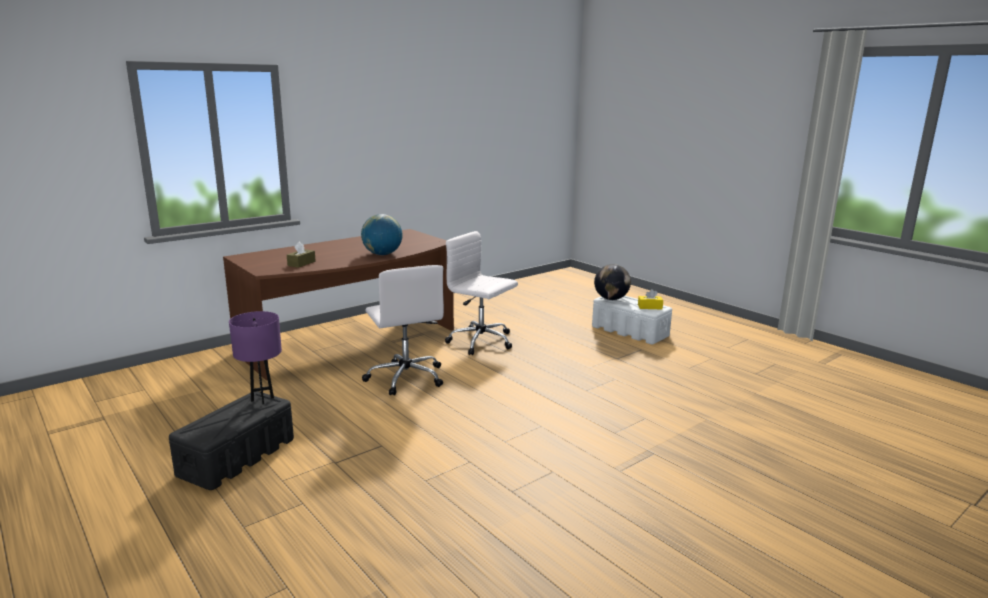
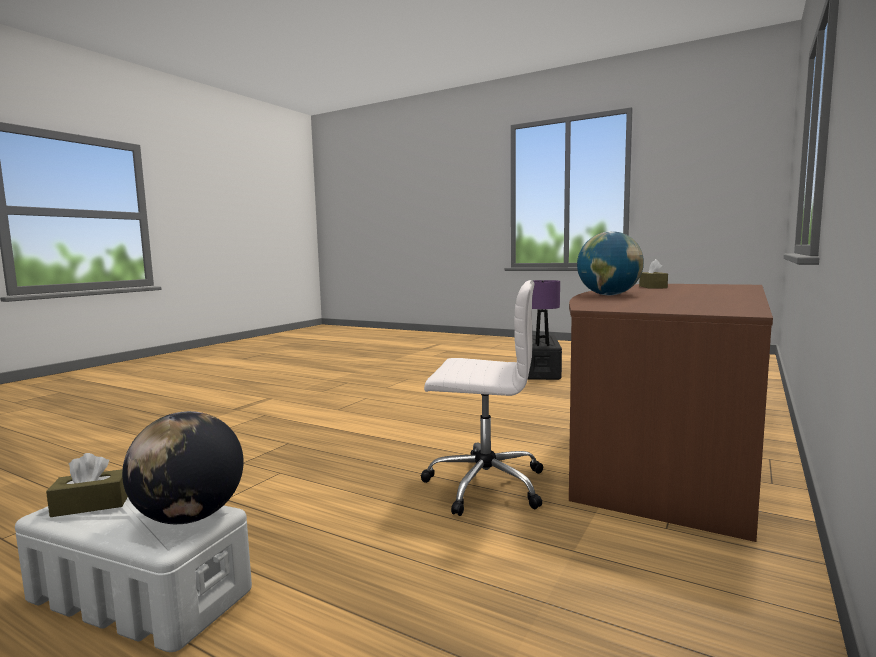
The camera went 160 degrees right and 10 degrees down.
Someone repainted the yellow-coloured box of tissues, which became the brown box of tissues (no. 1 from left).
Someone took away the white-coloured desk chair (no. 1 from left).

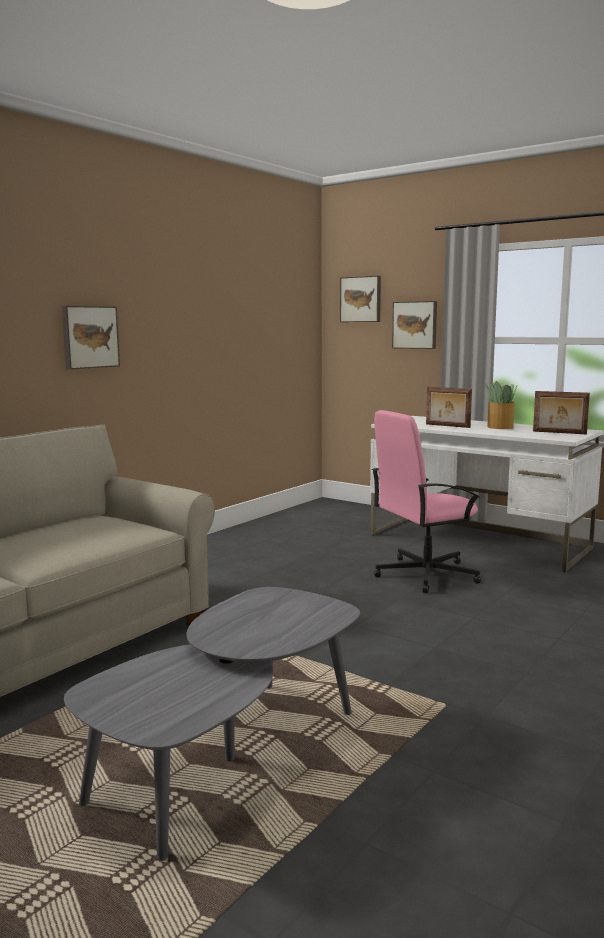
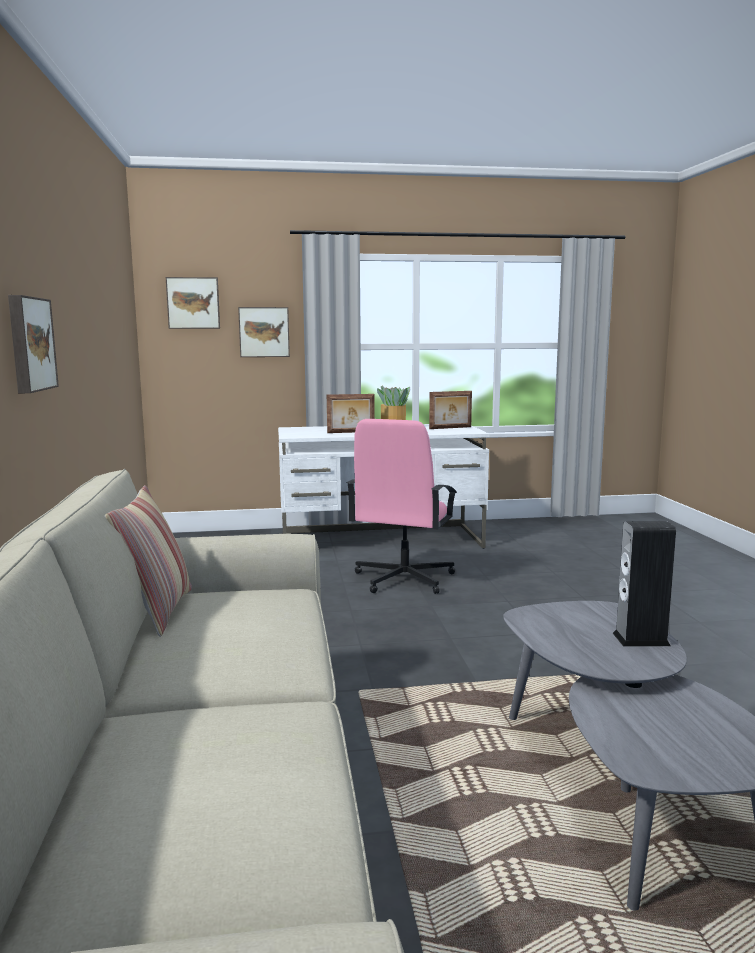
The camera went 45 degrees left and 0 degrees up.
Someone put down the throw pillow.
Someone put down the loudspeaker.

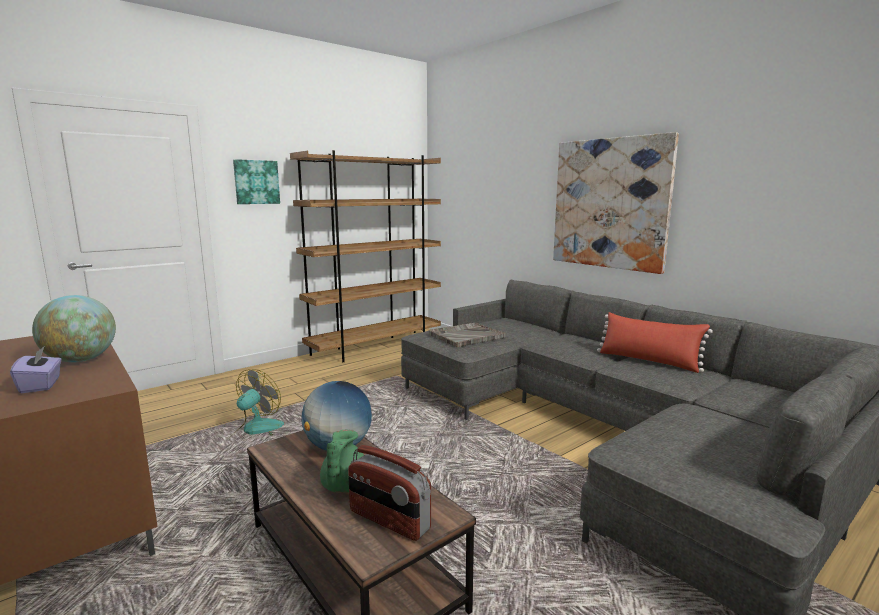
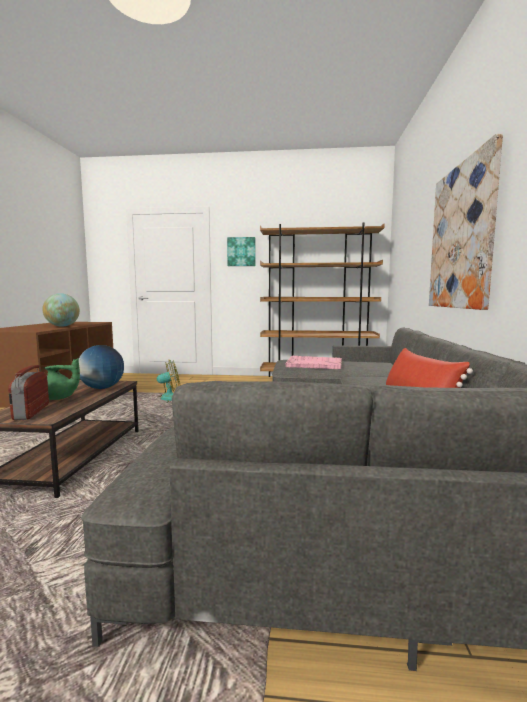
The camera went 45 degrees right and 5 degrees down.
Someone rotated the green-coloured tea pot by 150 degrees counterclockwise.
Someone repainted the greyish tray, which became the pink-coloured tray.
Someone took away the purple-coloured box of tissues.

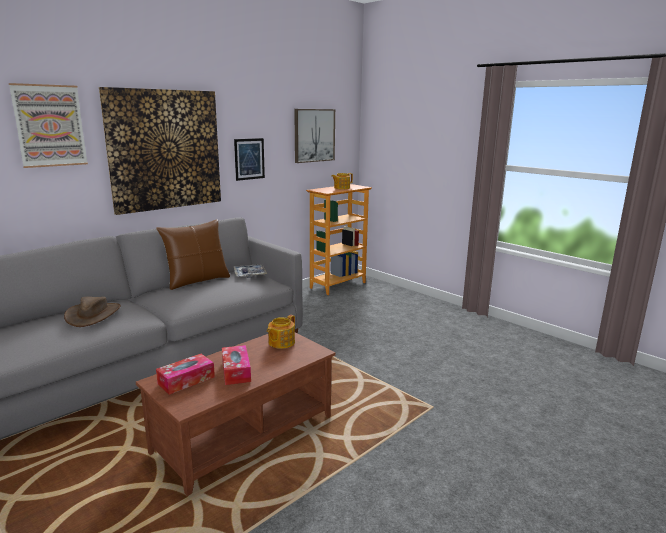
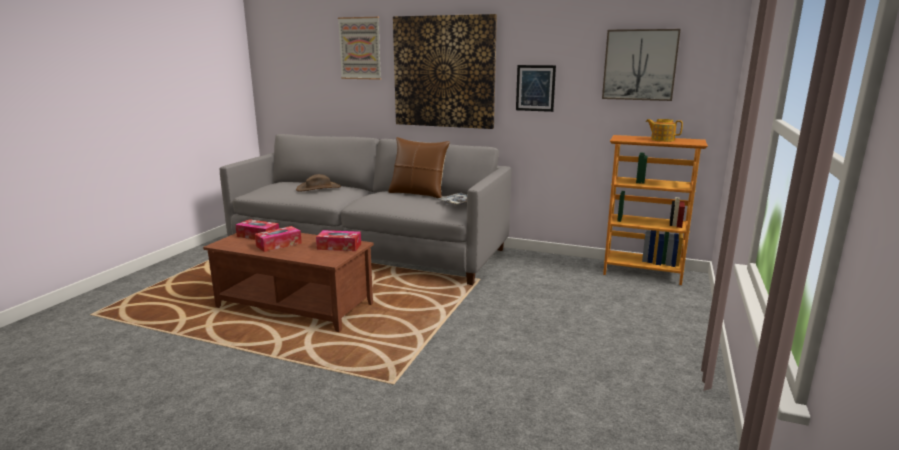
The camera went 65 degrees right and 0 degrees up.
Someone swapped the tea pot (no. 1 from left) for the box of tissues (no. 3 from left).

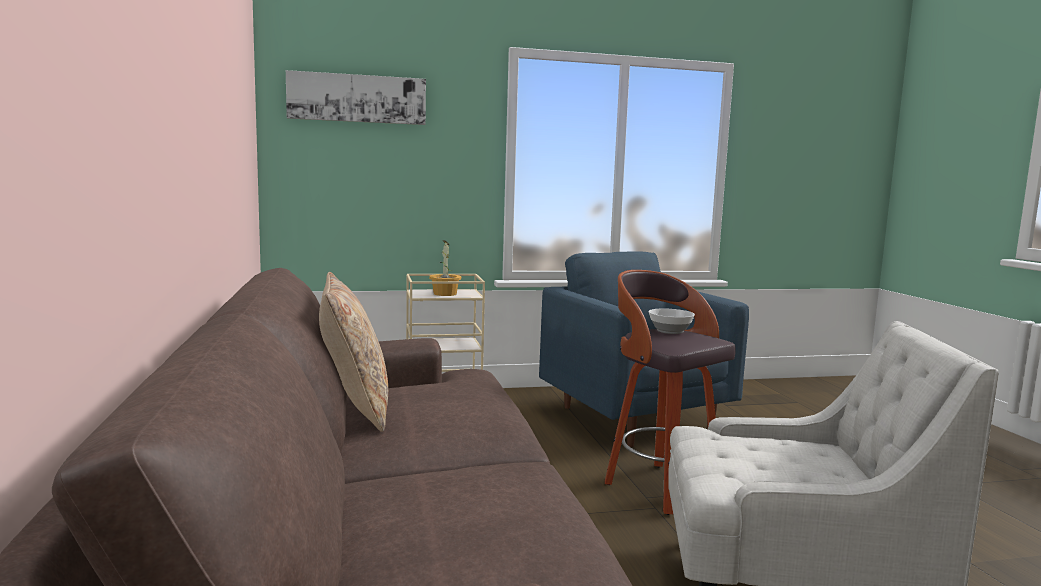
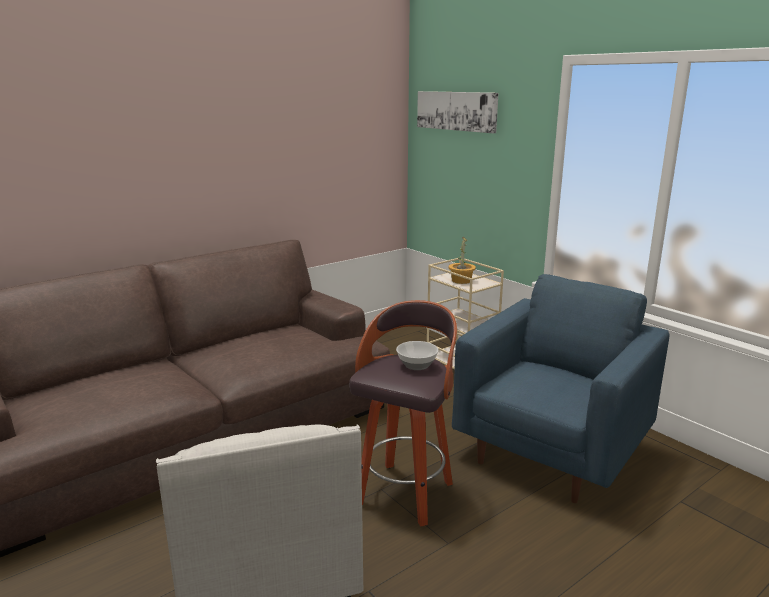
The camera went 65 degrees right and 10 degrees up.
Someone took away the beige throw pillow.

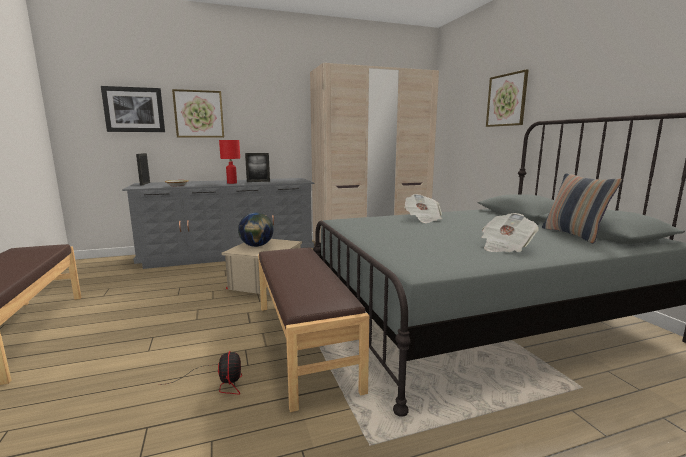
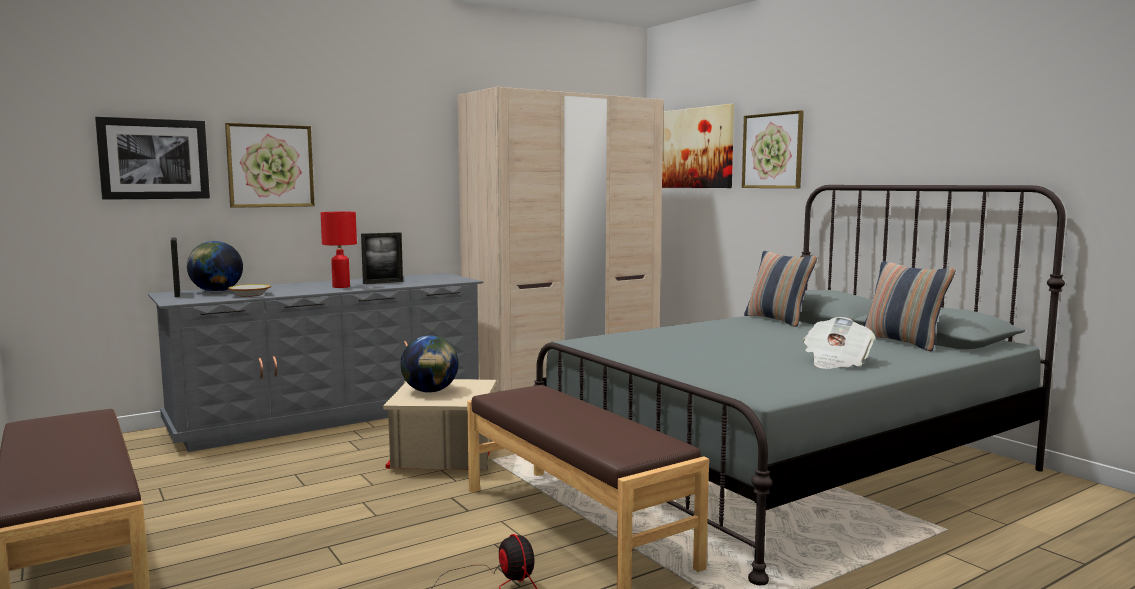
The camera went 15 degrees left and 5 degrees down.
Someone put down the globe (no. 1 from left).
Someone put up the picture (no. 3 from left).
Someone put down the throw pillow (no. 1 from left).
Someone took away the daily paper (no. 1 from left).

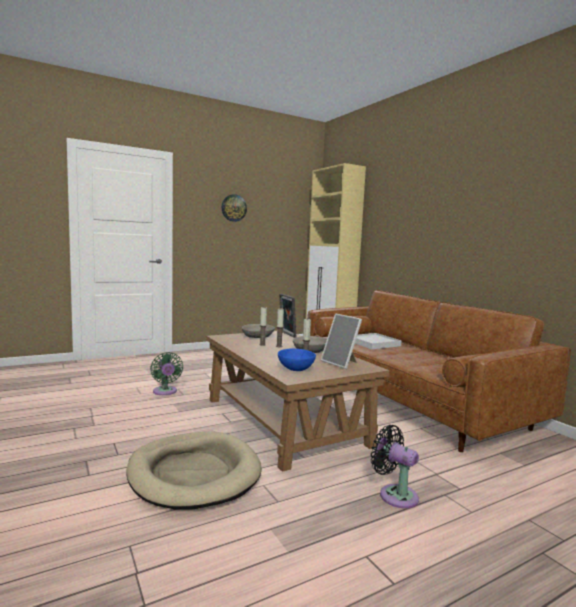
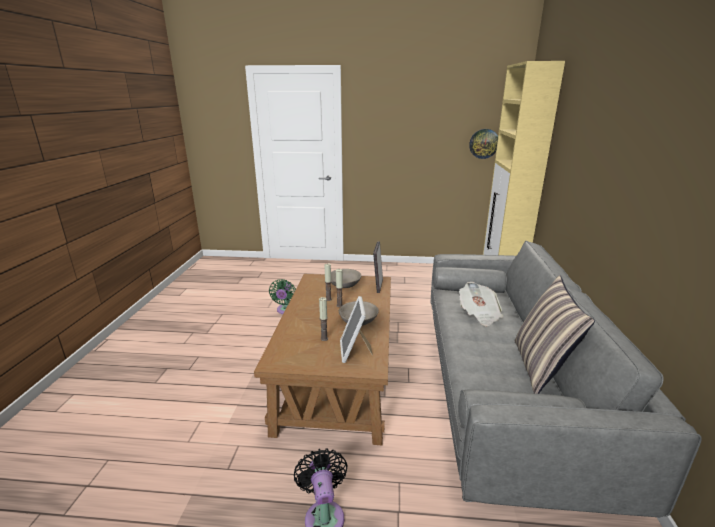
The camera went 35 degrees right and 15 degrees up.
Someone repainted the brown couch, which became the greyish couch.
Someone swapped the white-coloured tray for the daily paper.
Someone carried the clock on the wall.
Someone put down the throw pillow.
Someone took away the beige dog cushion.
Someone took away the blue serving bowl.

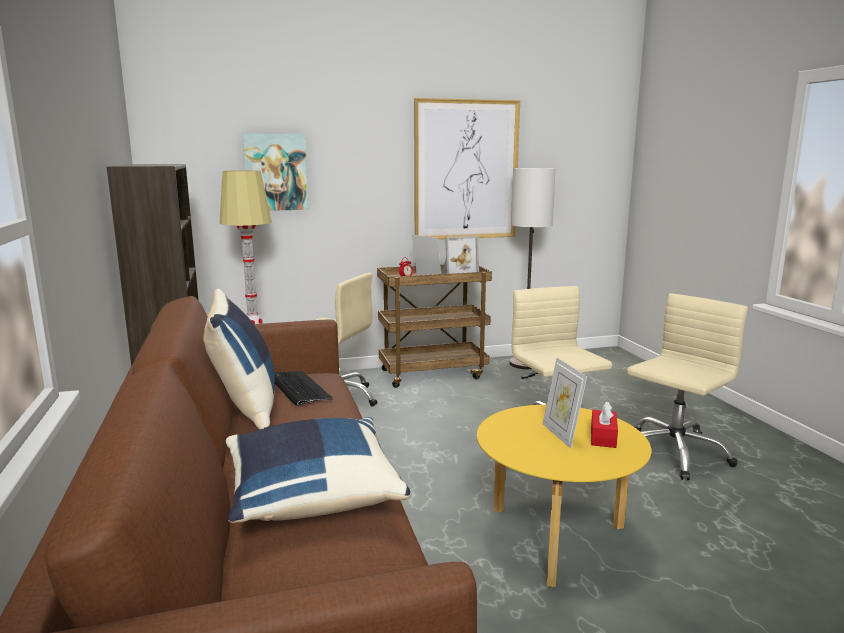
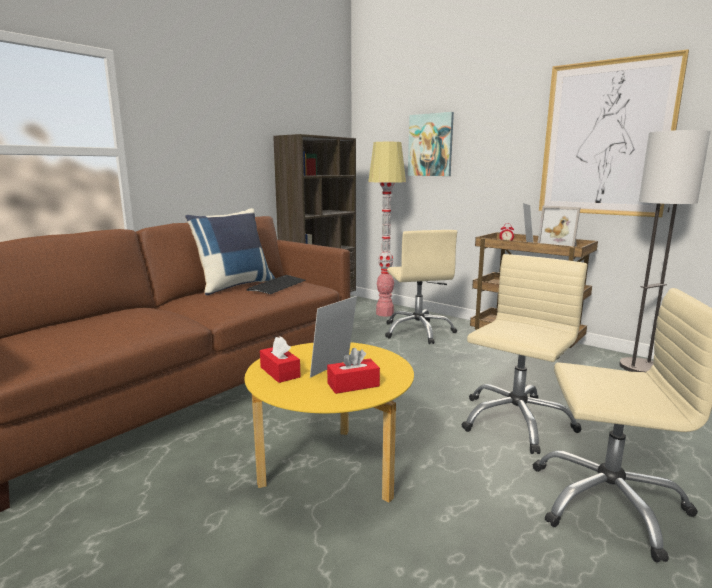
The camera went 55 degrees right and 0 degrees up.
Someone put down the red box of tissues (no. 1 from left).
Someone took away the blue throw pillow (no. 2 from left).

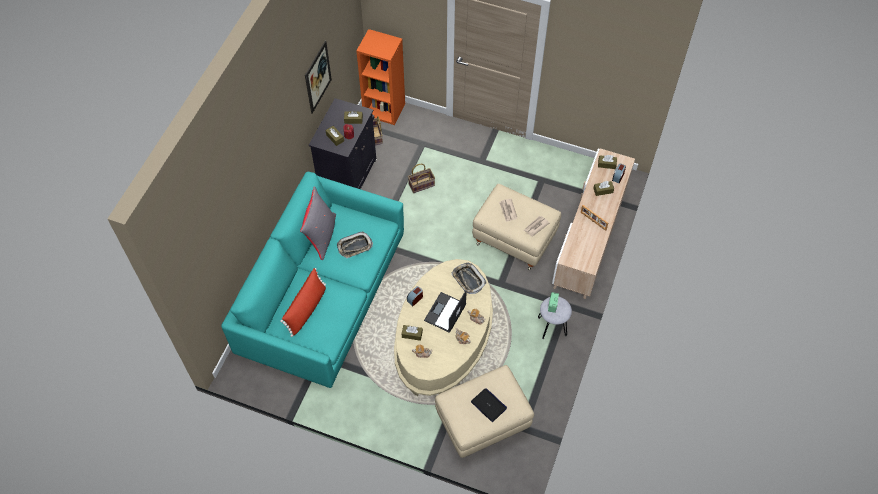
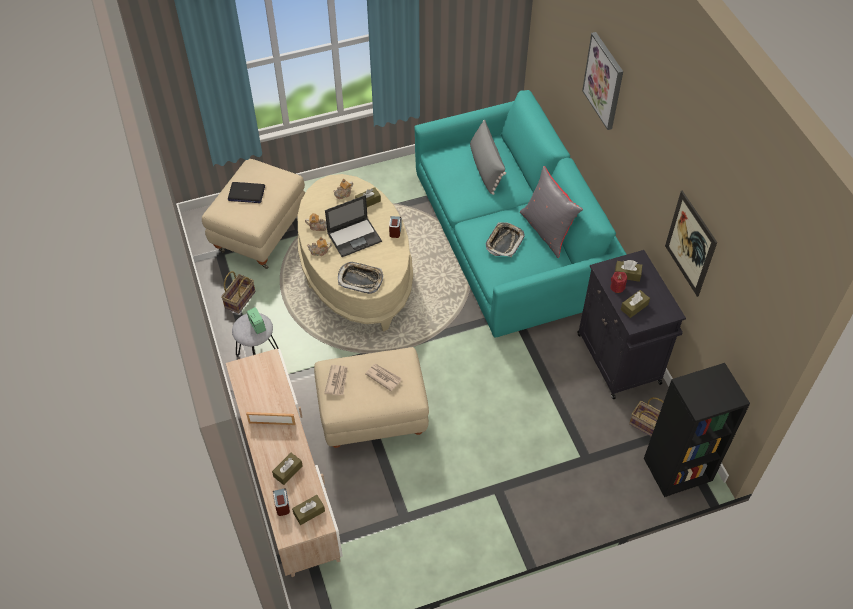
The camera went 140 degrees right and 5 degrees down.
Someone carried the basket (no. 2 from left in the first image).
Someone rotated the notebook computer (no. 1 from left in the first image) by 75 degrees clockwise.
Someone repainted the red throw pillow, which became the greyish throw pillow (no. 1 from left).
Someone put up the picture (no. 1 from left).
Someone repainted the orange-coloured bookcase, which became the blackish bookcase.

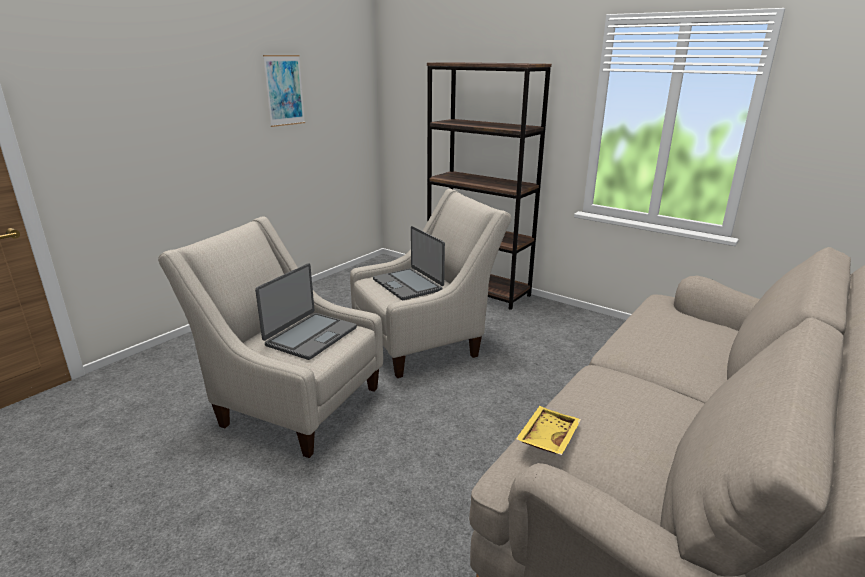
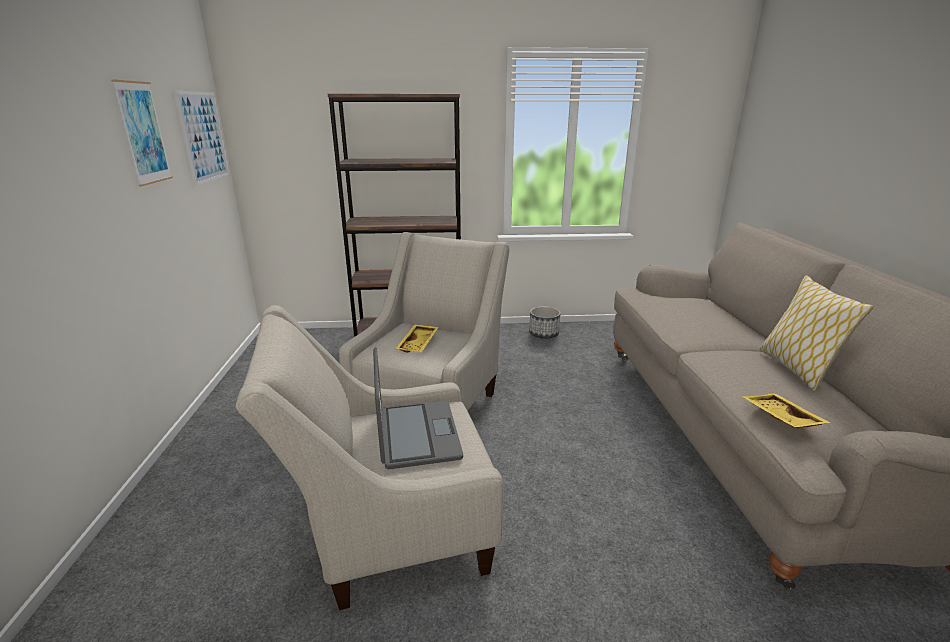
The camera went 40 degrees left and 0 degrees up.
Someone put up the picture (no. 2 from left).
Someone swapped the notebook computer (no. 2 from left) for the yellow-coloured tray (no. 1 from left).
Someone put down the flower pot.
Someone put down the throw pillow.

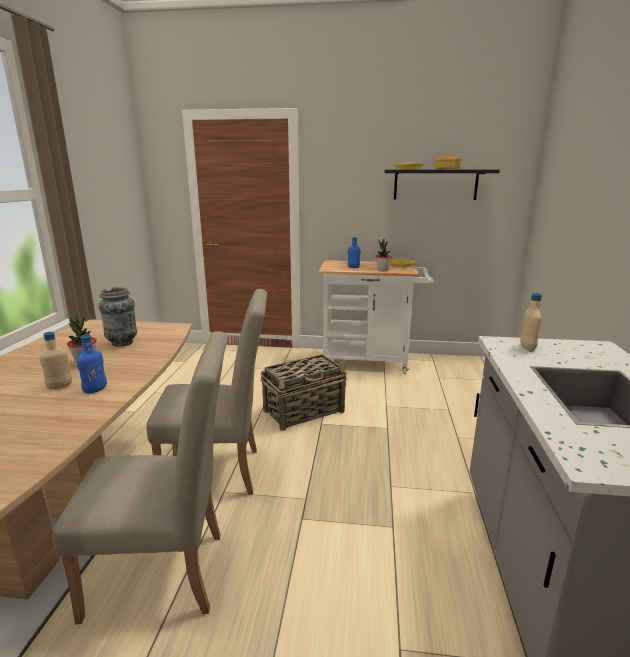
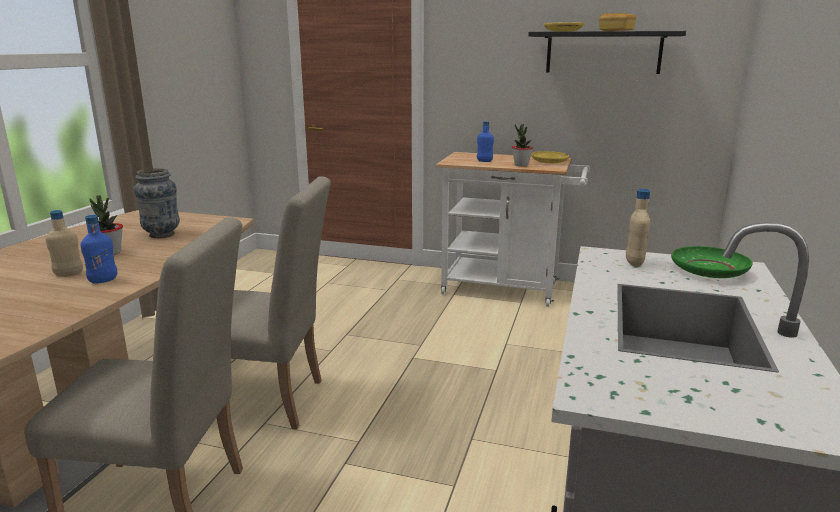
The camera went 10 degrees right and 0 degrees up.
Someone put down the green-coloured flat dish.
Someone took away the basket.

